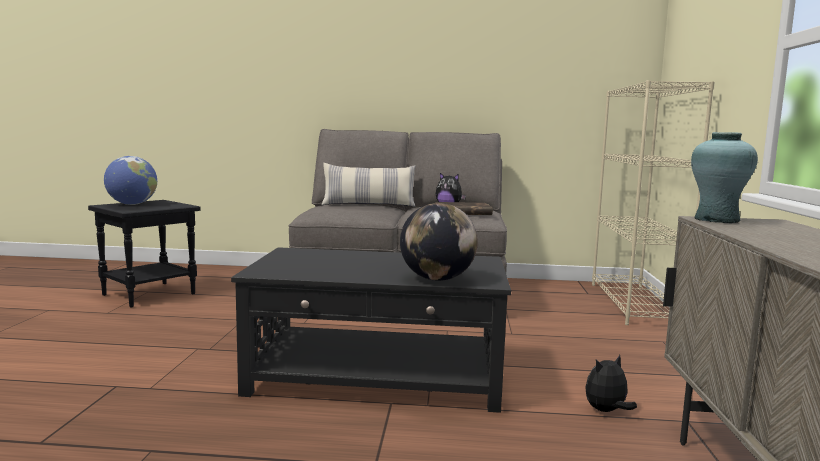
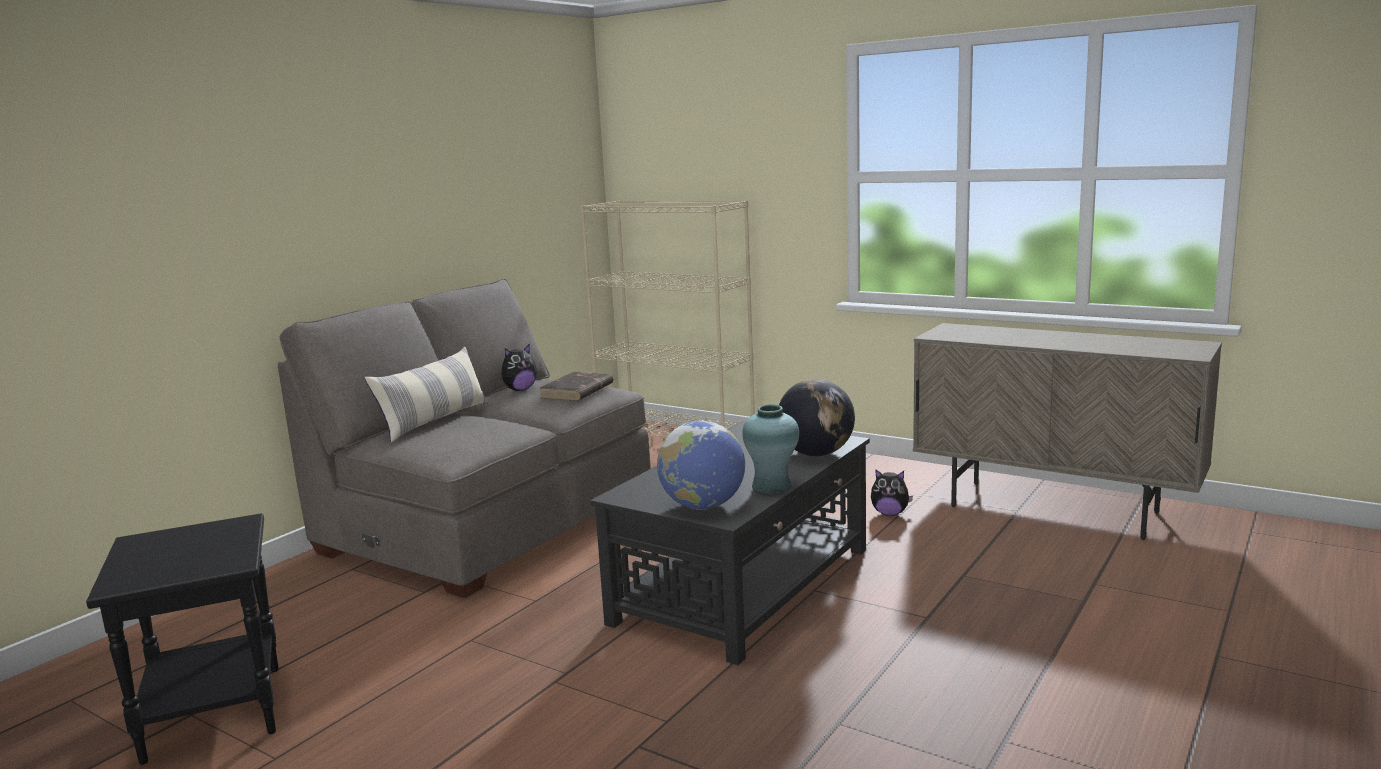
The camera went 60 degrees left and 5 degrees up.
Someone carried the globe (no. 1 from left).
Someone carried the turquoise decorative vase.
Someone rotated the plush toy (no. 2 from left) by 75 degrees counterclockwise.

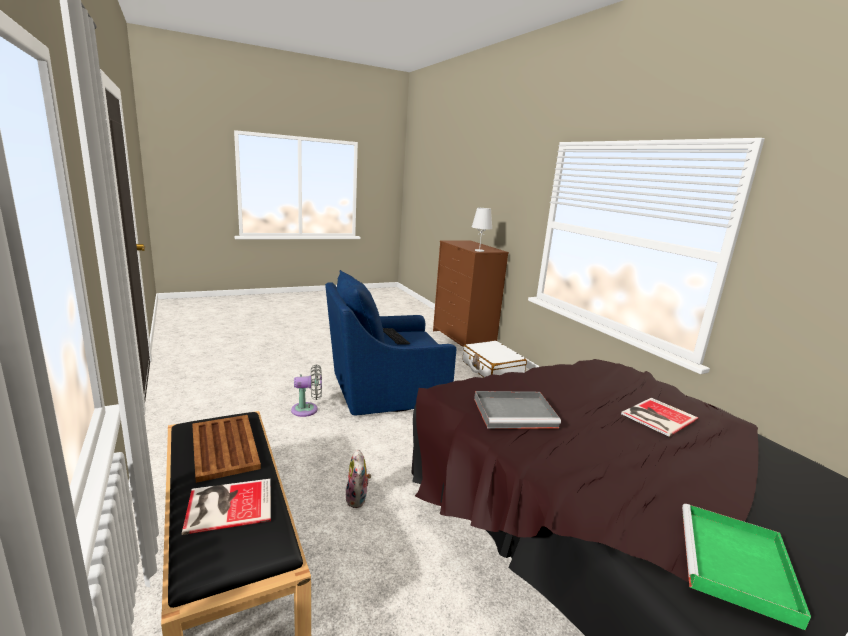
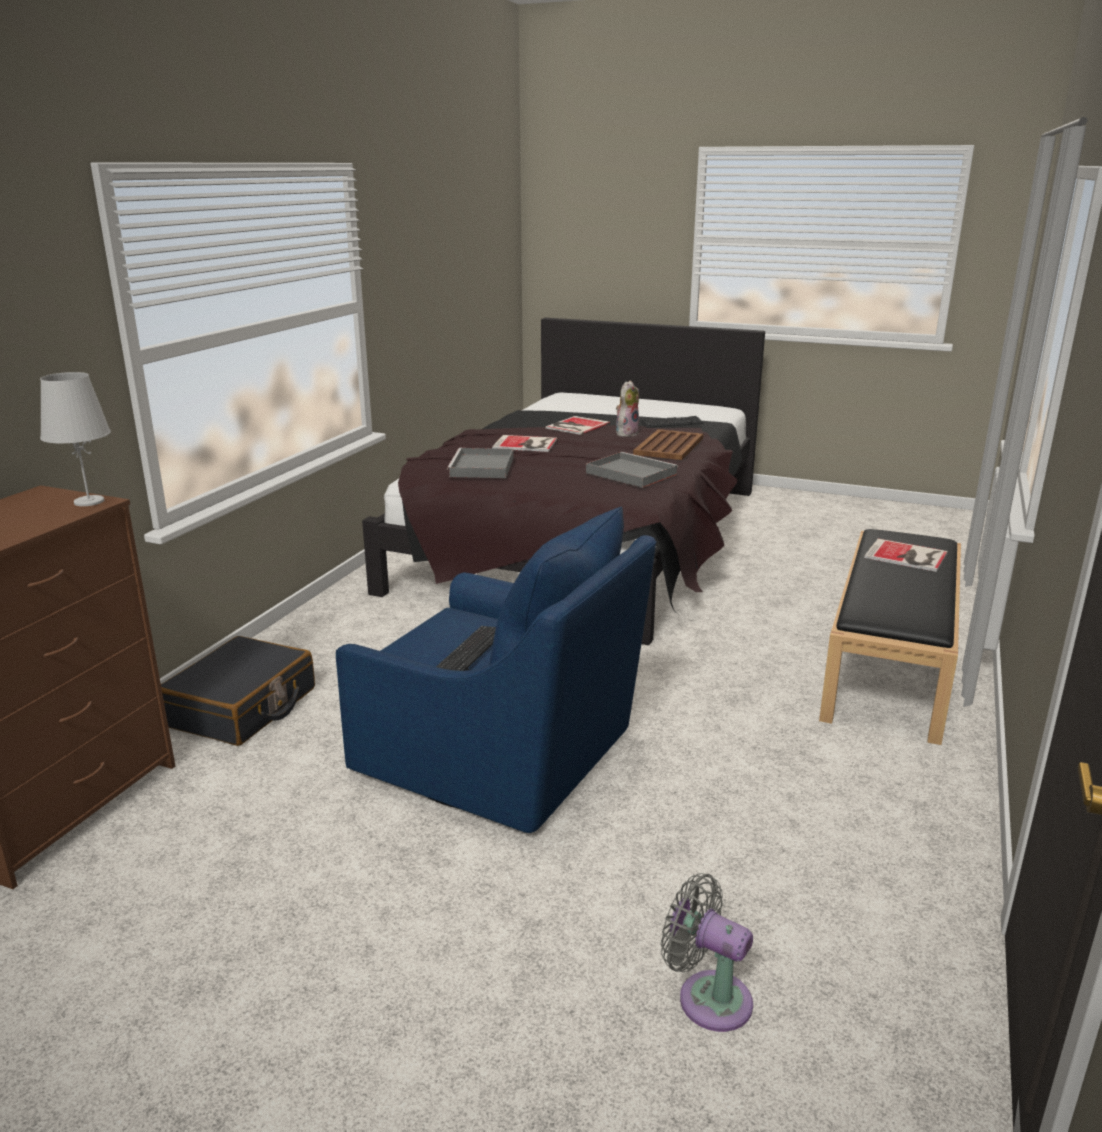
The camera went 130 degrees left and 5 degrees up.
Someone repainted the white-coloured suitcase, which became the blackish suitcase.
Someone put down the greyish tray (no. 1 from left).
Someone put down the book (no. 2 from left).
Someone carried the plush toy.
Someone carried the brown tray.
Someone swapped the green-coloured tray for the PC keyboard (no. 2 from left).
Someone carried the greyish electric fan.

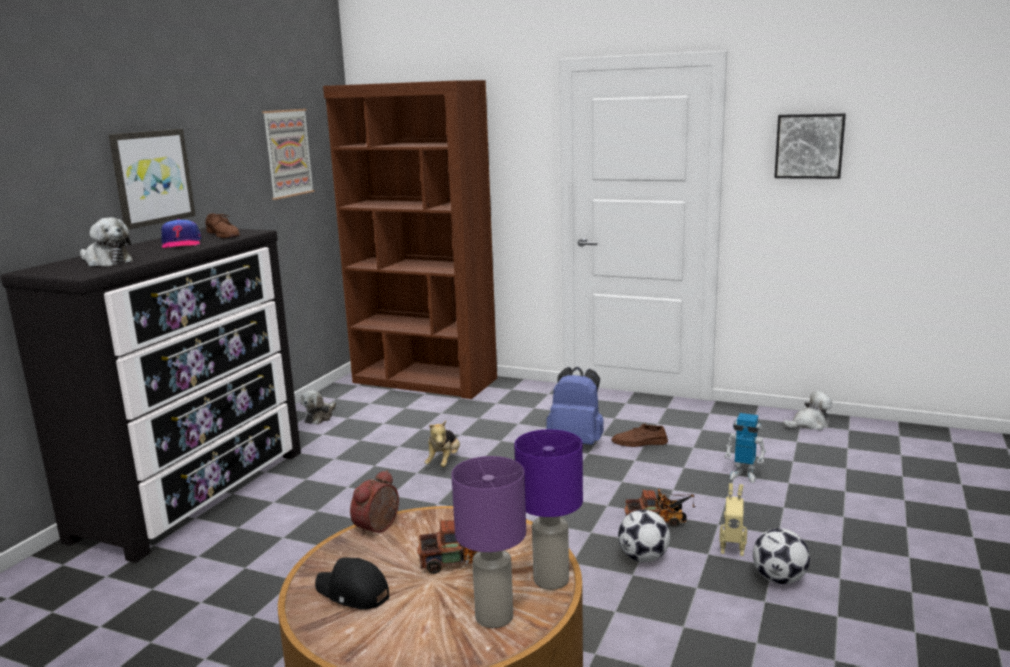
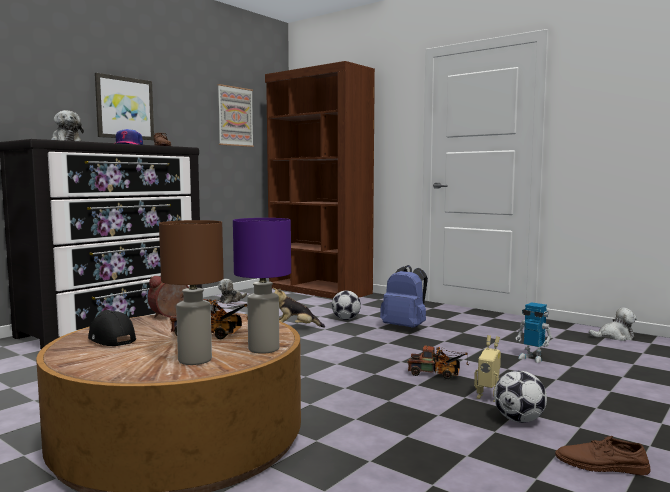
The camera went 15 degrees right and 10 degrees down.
Someone repainted the purple-coloured tabletop lamp (no. 1 from left), which became the brown tabletop lamp.
Someone rotated the plush toy (no. 3 from left) by 60 degrees clockwise.
Someone carried the football ball (no. 1 from left).
Someone carried the brown shoe (no. 2 from left).
Someone took away the picture (no. 3 from left).

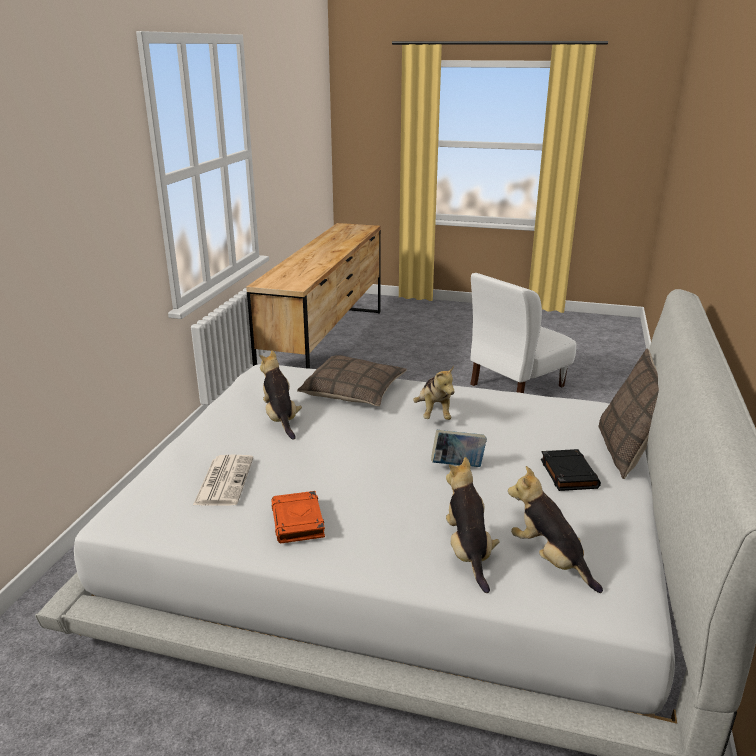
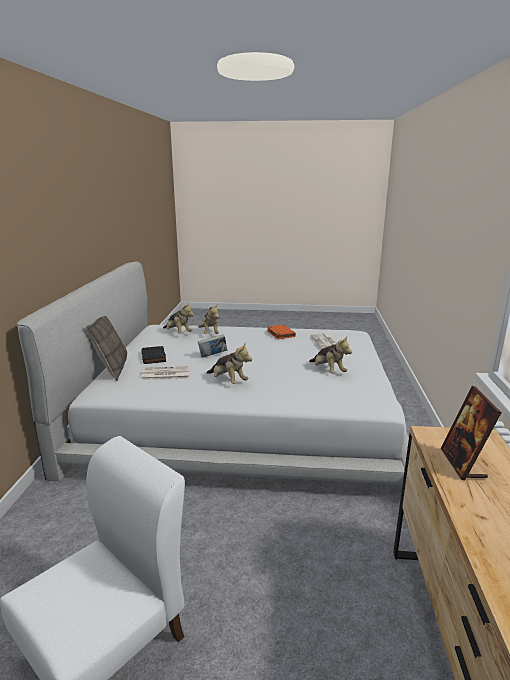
The camera went 170 degrees right and 5 degrees down.
Someone put down the daily paper (no. 1 from left).
Someone rotated the plush toy (no. 2 from left in the first image) by 150 degrees clockwise.
Someone put down the photo frame.
Someone took away the throw pillow (no. 1 from left).

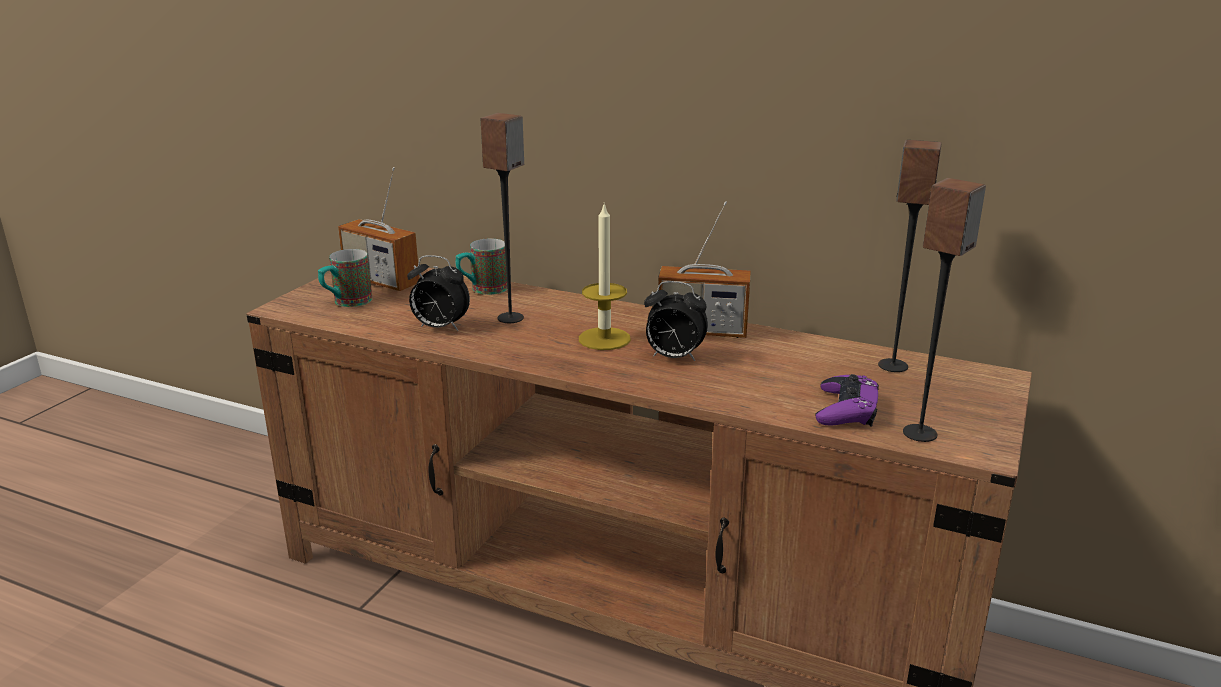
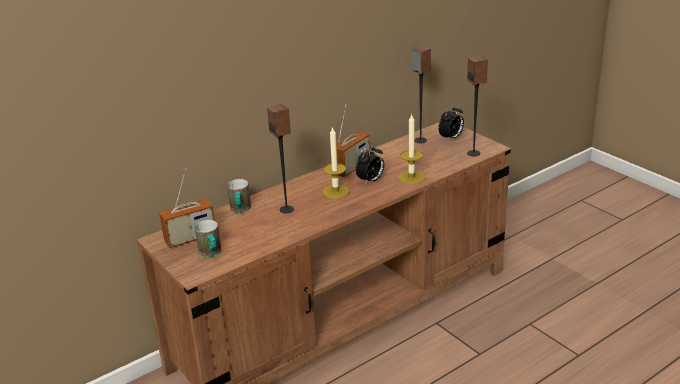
The camera went 60 degrees left and 5 degrees up.
Someone put down the candle (no. 2 from left).
Someone carried the table clock (no. 1 from left in the first image).
Someone took away the purple-coloured joypad.

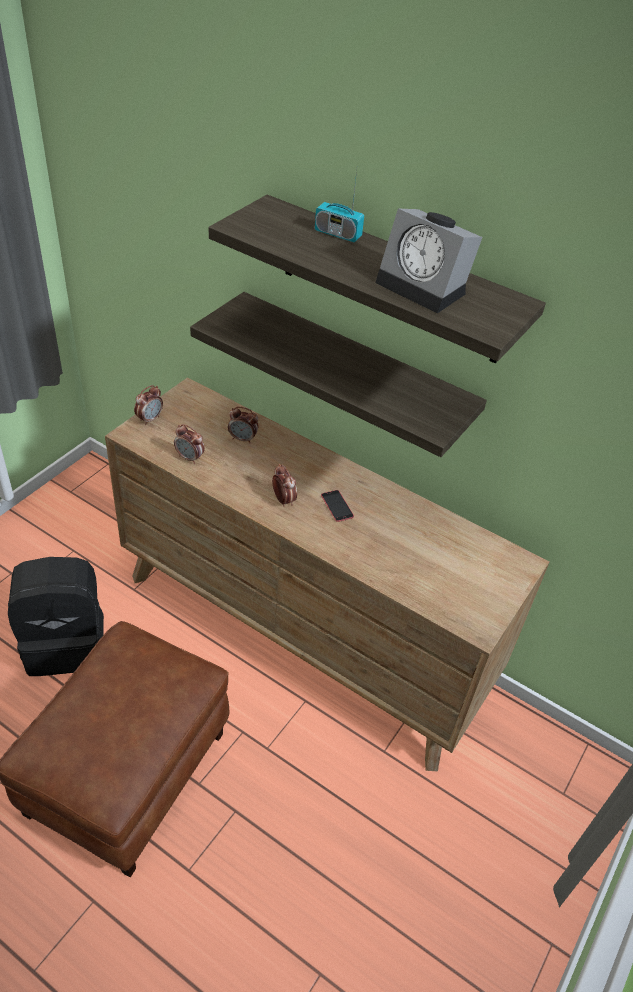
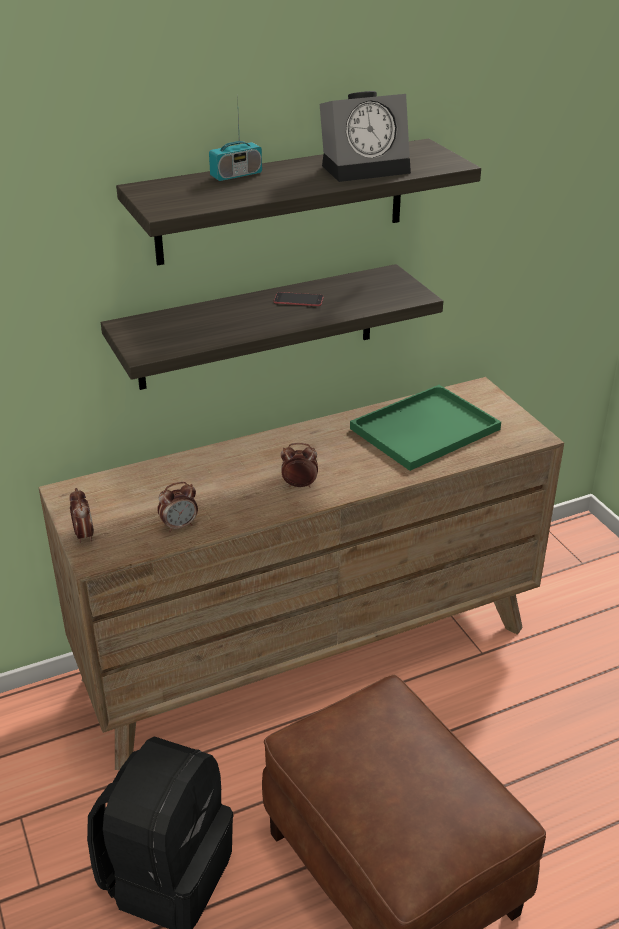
The camera went 55 degrees left and 10 degrees down.
Someone carried the telephone.
Someone put down the green-coloured tray.
Someone took away the table clock (no. 3 from left).

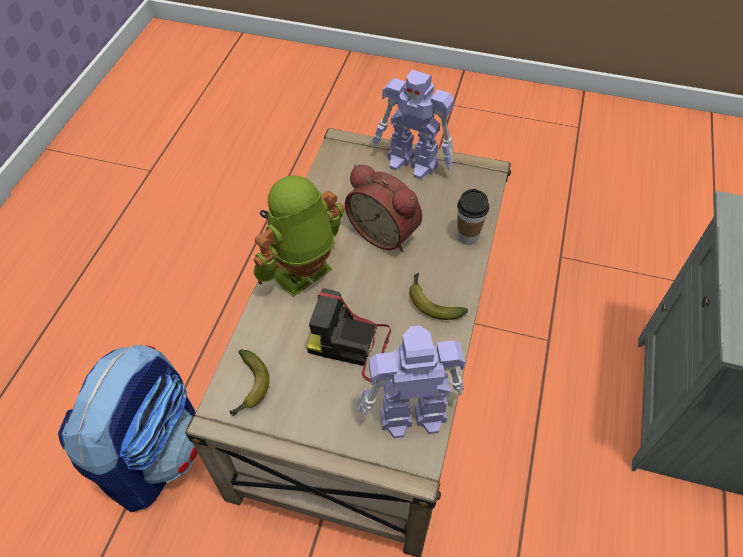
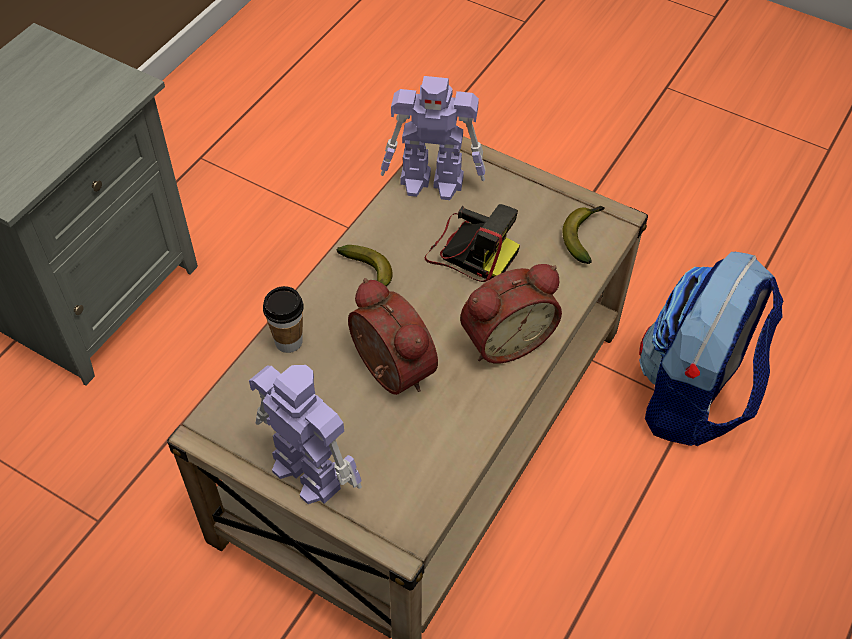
The camera went 165 degrees left and 0 degrees up.
Someone swapped the toy robot (no. 1 from left) for the table clock (no. 2 from left).

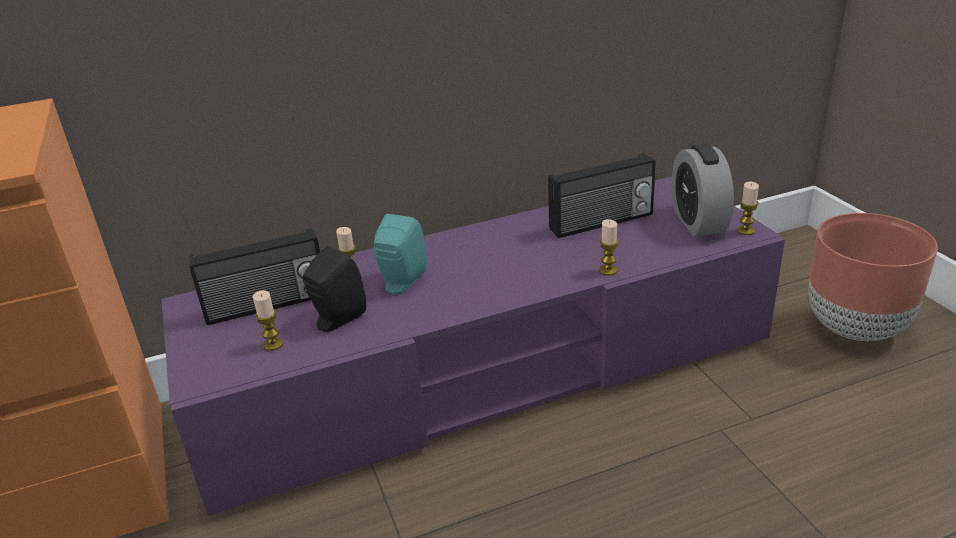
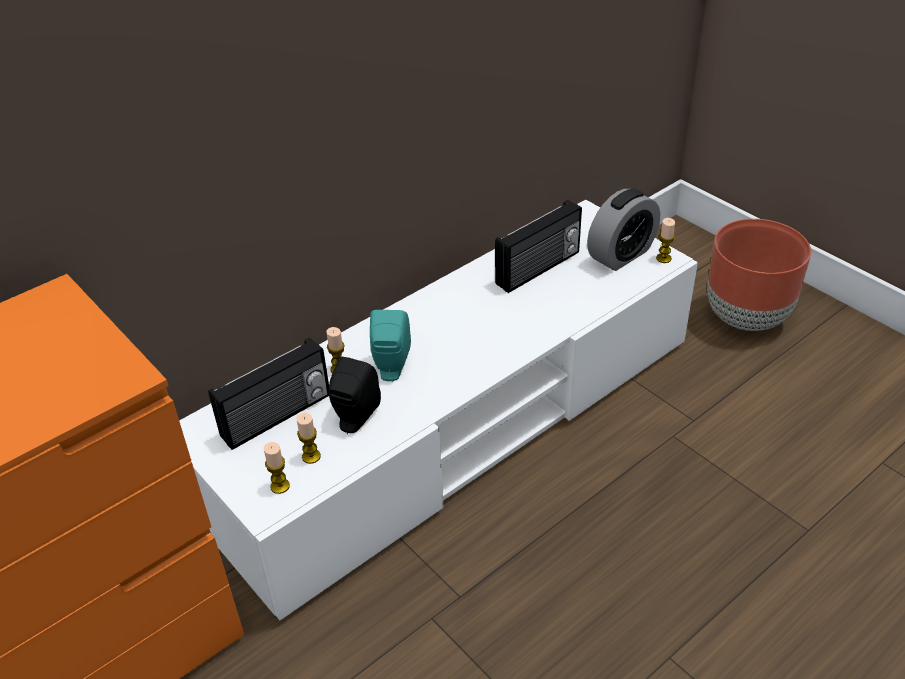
The camera went 20 degrees left and 10 degrees up.
Someone repainted the purple-coloured tv stand, which became the white-coloured tv stand.
Someone carried the candle (no. 3 from left in the first image).
Someone rotated the table clock by 105 degrees counterclockwise.

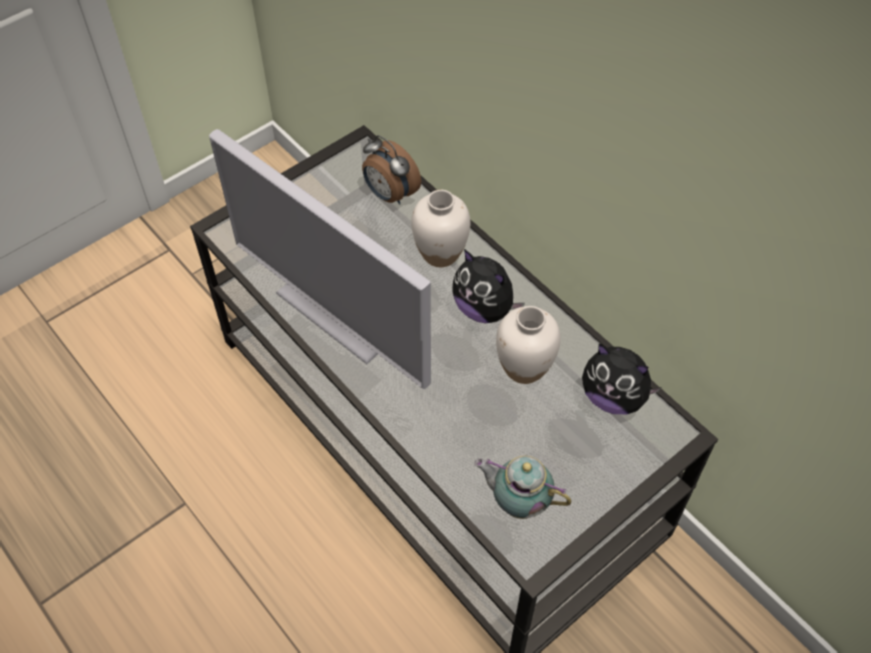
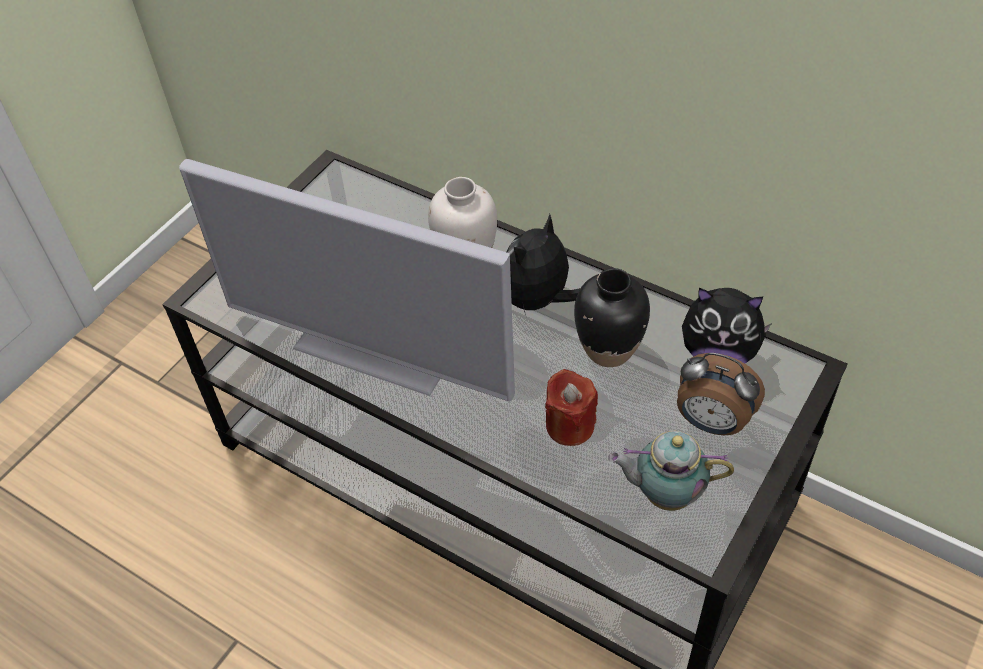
The camera went 15 degrees left and 5 degrees down.
Someone rotated the plush toy (no. 1 from left) by 105 degrees clockwise.
Someone put down the red candle.
Someone repainted the white-coloured decorative vase (no. 2 from left), which became the blackish decorative vase.
Someone carried the table clock.

